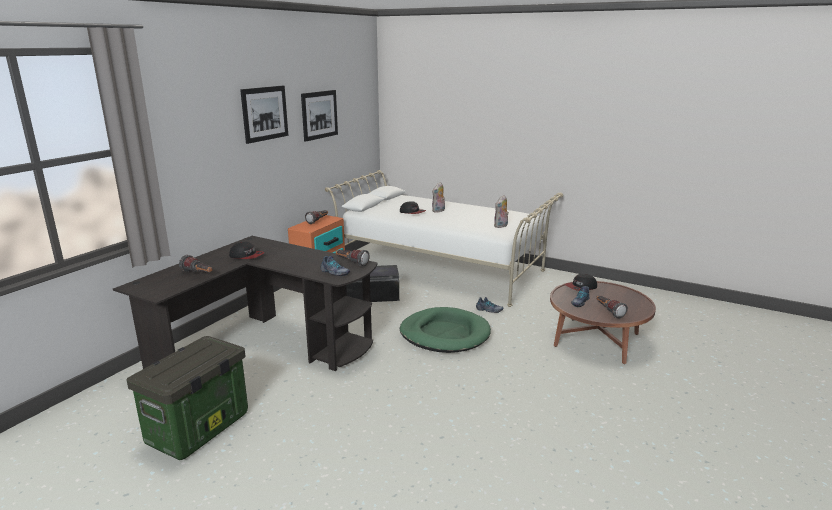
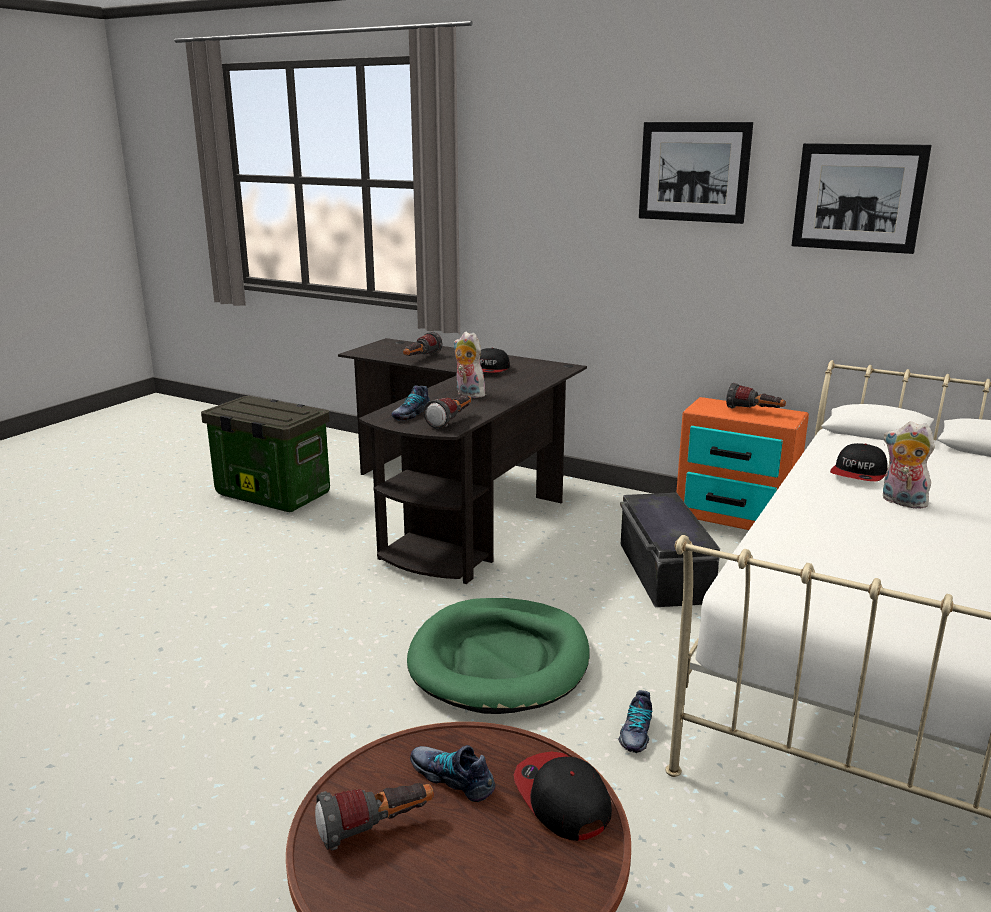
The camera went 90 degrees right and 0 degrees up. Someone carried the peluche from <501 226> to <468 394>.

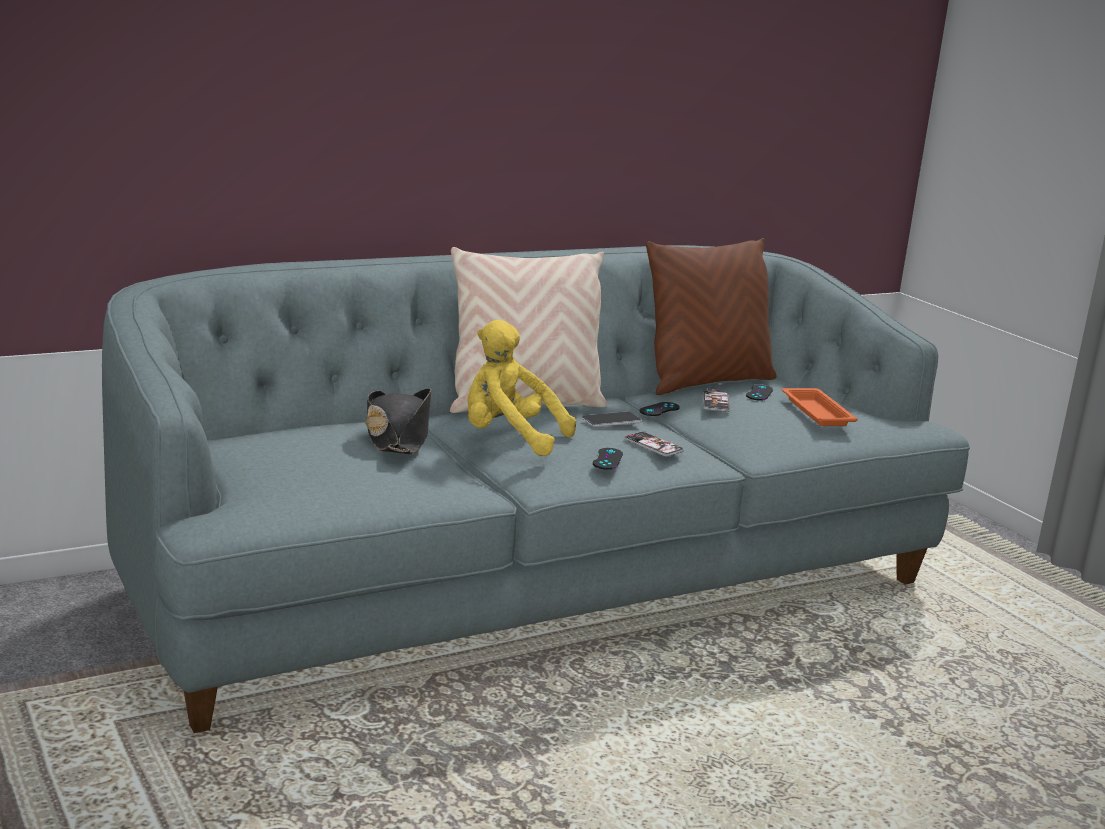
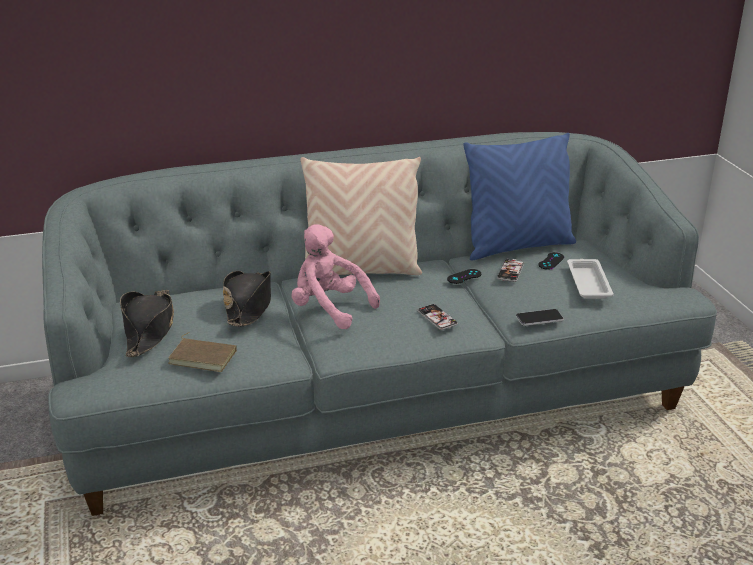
The camera went 15 degrees right and 10 degrees up. Someone put down the chapeau [noir] at <149 330>. Someone put down the livre [marron] at <204 356>. Someone repainted the peluche [jaune] at <509 438>, which became the peluche [rose] at <329 309>. Someone repainted the coussin [marron] at <706 382>, which became the coussin [bleu] at <517 246>. Someone carried the téléphone from <611 421> to <539 318>. Someone repainted the plateau [orange] at <816 412>, which became the plateau [blanc] at <588 282>. Someone took away the manette [noir] at <607 459>.

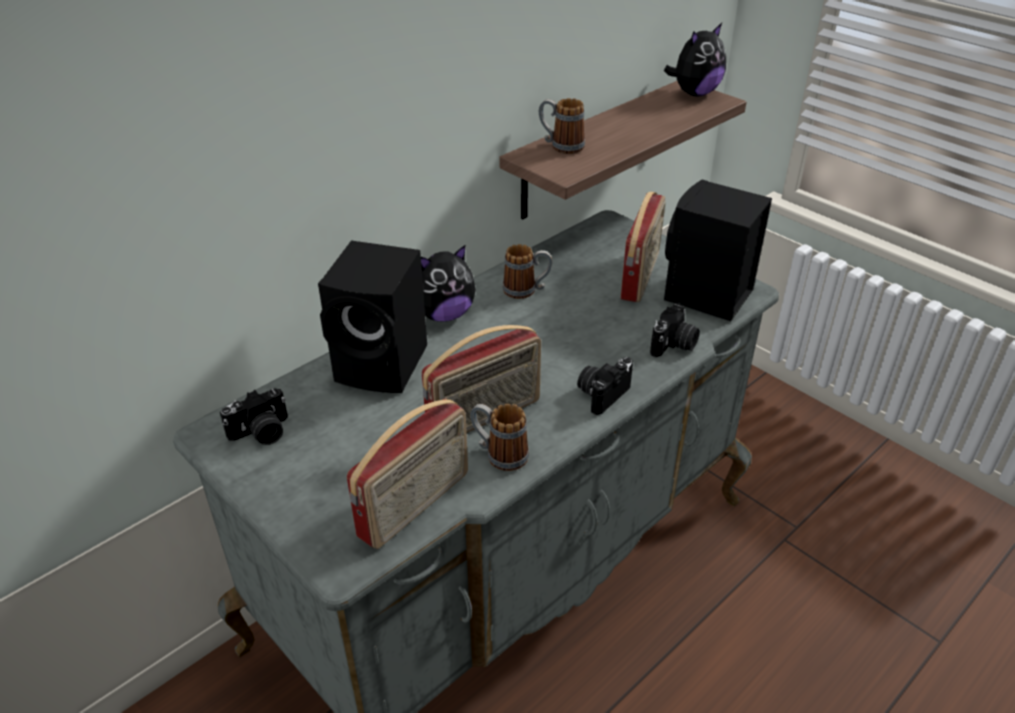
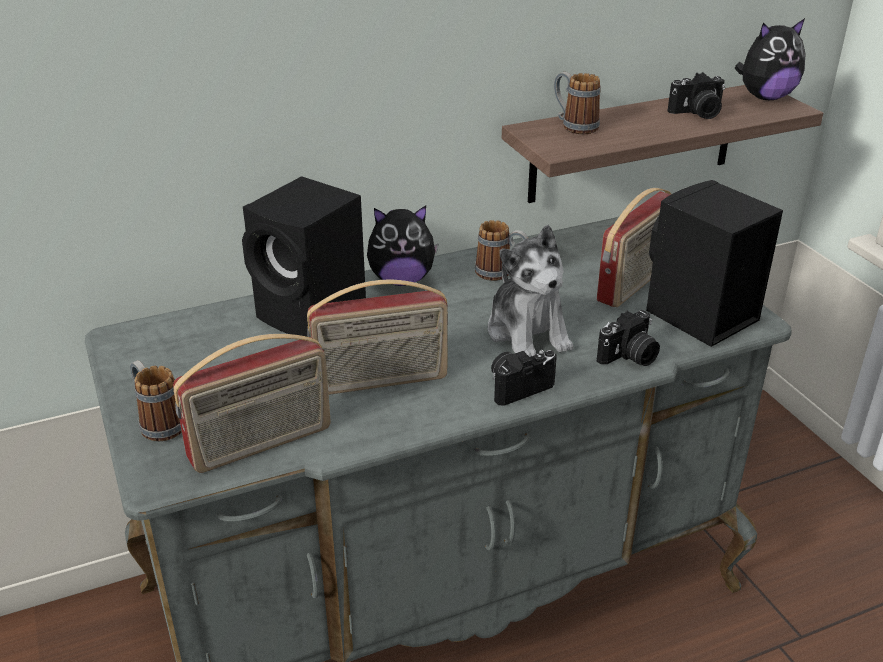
The camera went 20 degrees right and 5 degrees down. Someone carried the mug from <499 454> to <158 423>. Someone put down the peluche at <528 333>. Someone carried the appareil photo from <261 433> to <697 113>.

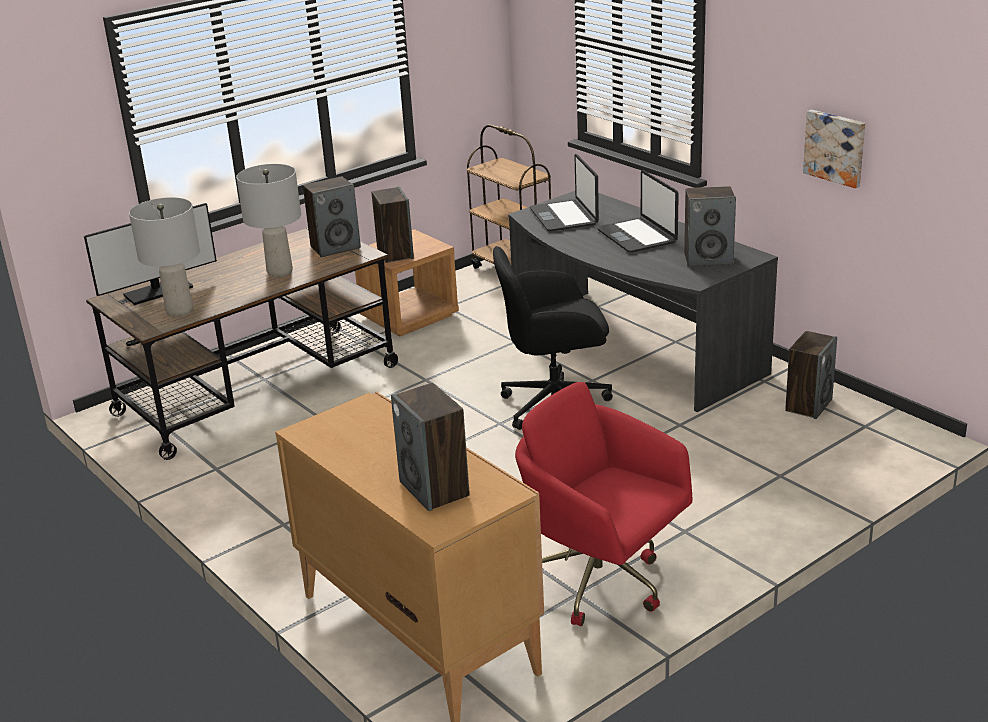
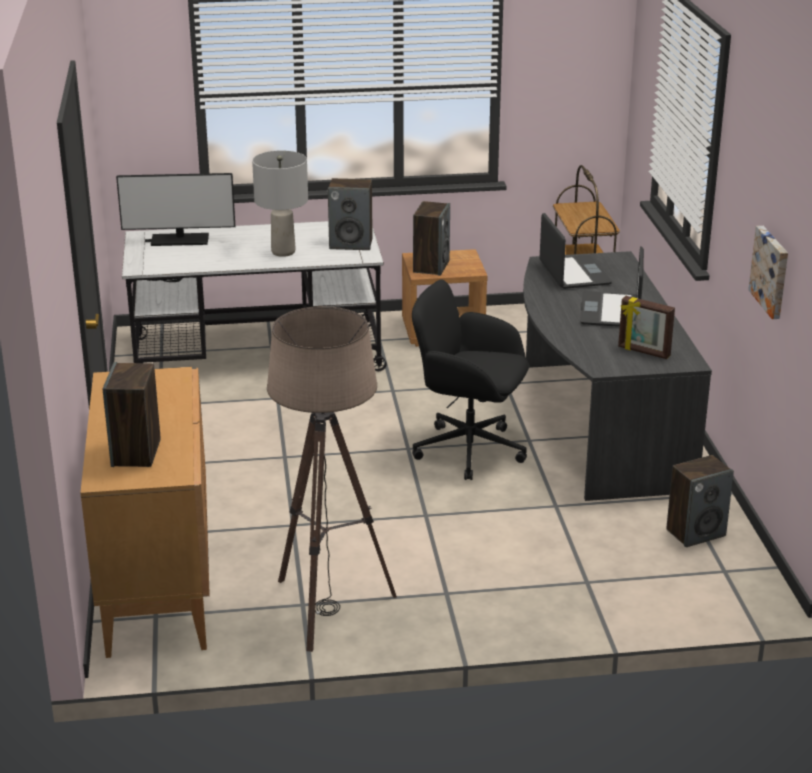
The camera went 30 degrees right and 0 degrees up. Someone repainted the bureau [marron] at <257 390>, which became the bureau [blanc] at <256 354>. Someone swapped the chaise de bureau [rouge] at <604 587> for the lampadaire at <329 608>. Someone rotated the ordinateur portable at <564 217> by 150 degrees clockwise. Someone swapped the enceinte at <708 259> for the cadre photo at <643 352>. Someone took away the lampe de table [gris] at <180 311>.

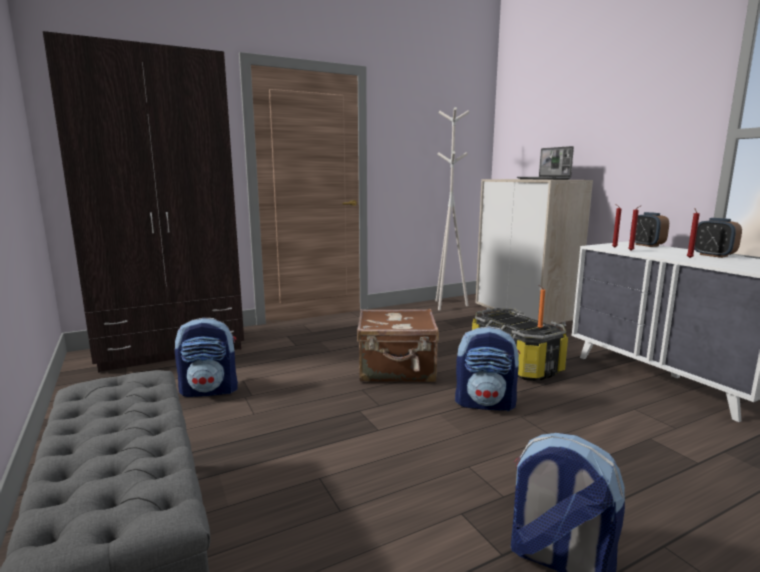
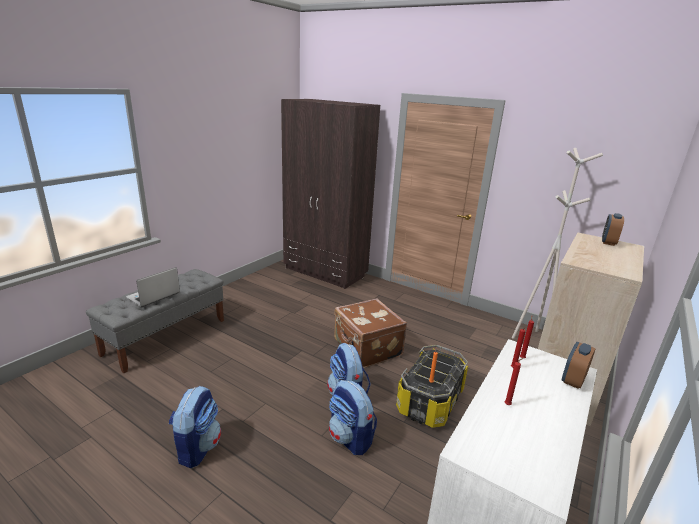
The camera went 60 degrees right and 10 degrees up. Someone carried the ordinateur portable from <544 179> to <153 296>. Someone carried the sac à dos from <210 390> to <350 438>. Someone carried the réveil from <713 255> to <608 242>.

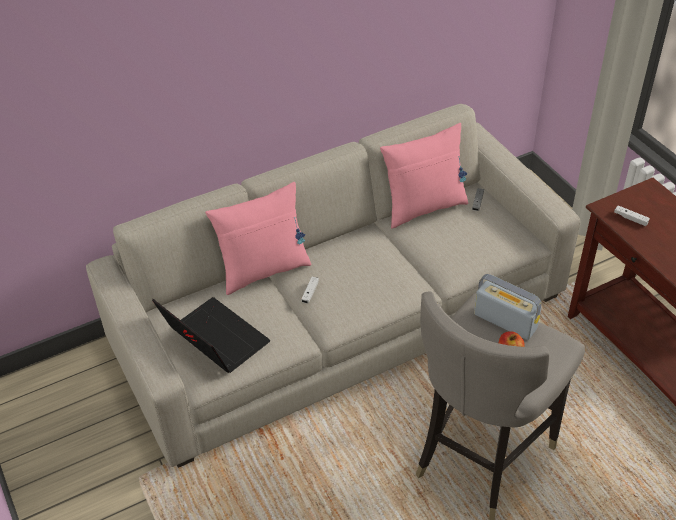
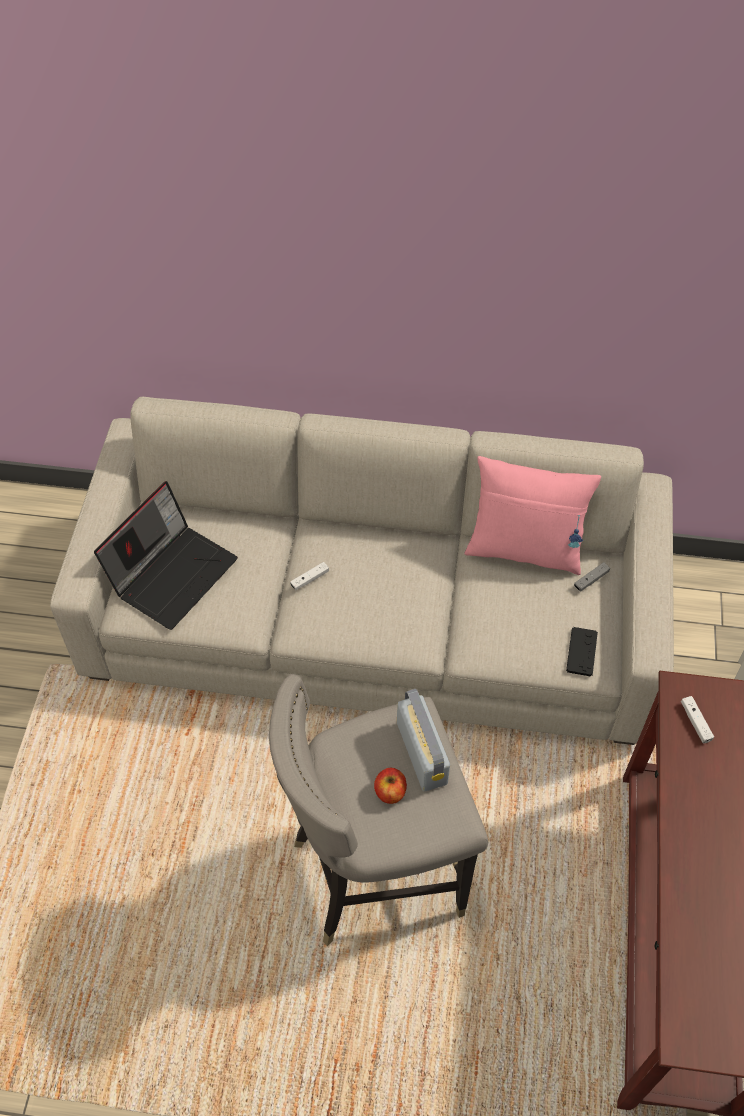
The camera went 35 degrees right and 10 degrees up. Someone rotated the ordinateur portable at <213 340> by 45 degrees clockwise. Someone put down the manette [noir] at <581 652>. Someone took away the coussin [rose] at <264 271>.

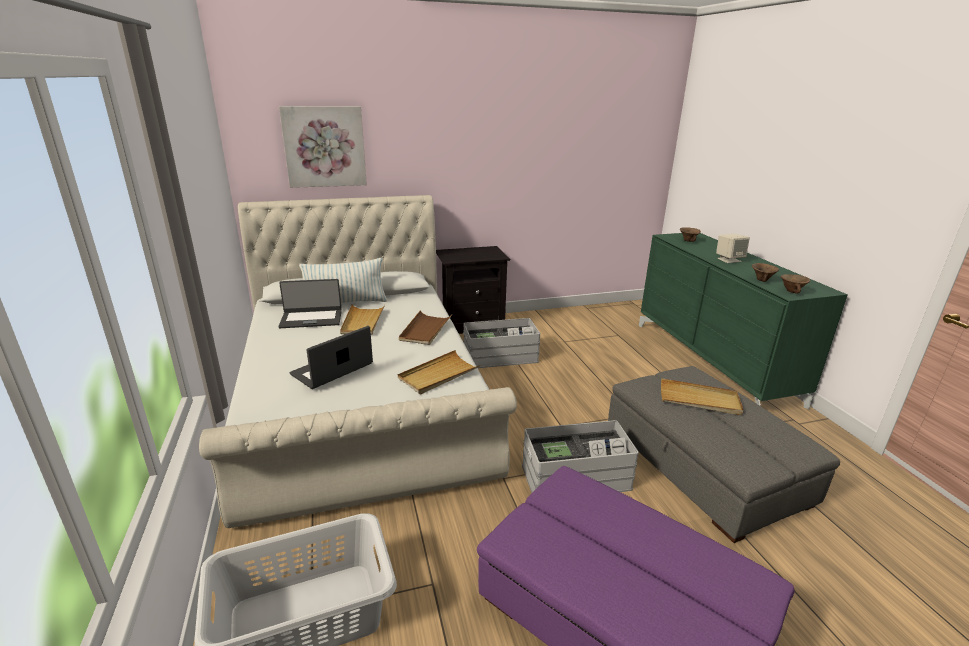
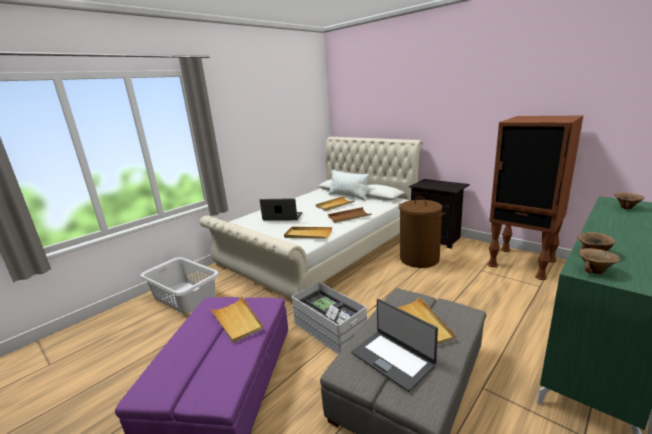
The camera went 60 degrees right and 5 degrees down. Someone put down the plateau [beige] at <237 321>. Someone carried the ordinateur portable from <311 319> to <393 358>. Someone swapped the boîte de rangement [gris] at <500 356> for the panier à linge [marron] at <419 259>. Someone put down the meuble de rangement [marron] at <522 263>. Someone took away the tableau at <324 146>. Someone took away the enceinte [beige] at <729 260>.

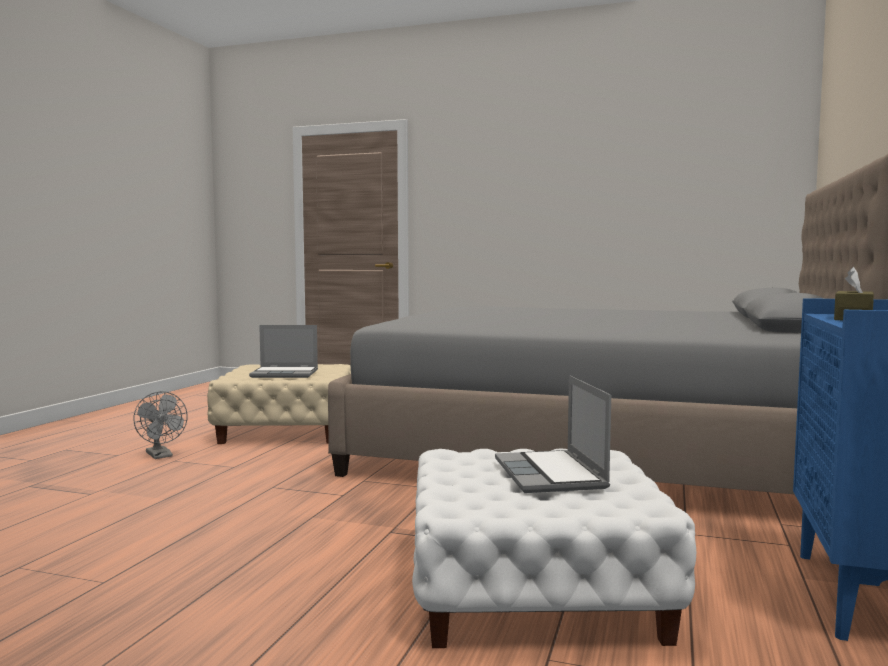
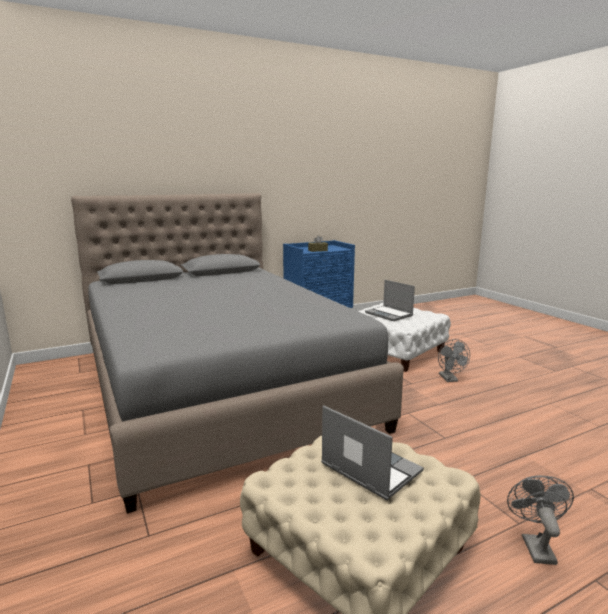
The camera went 135 degrees left and 10 degrees up. Someone rotated the ordinateur portable at <551 475> by 105 degrees clockwise. Someone put down the ventilateur [gris] at <450 379>.

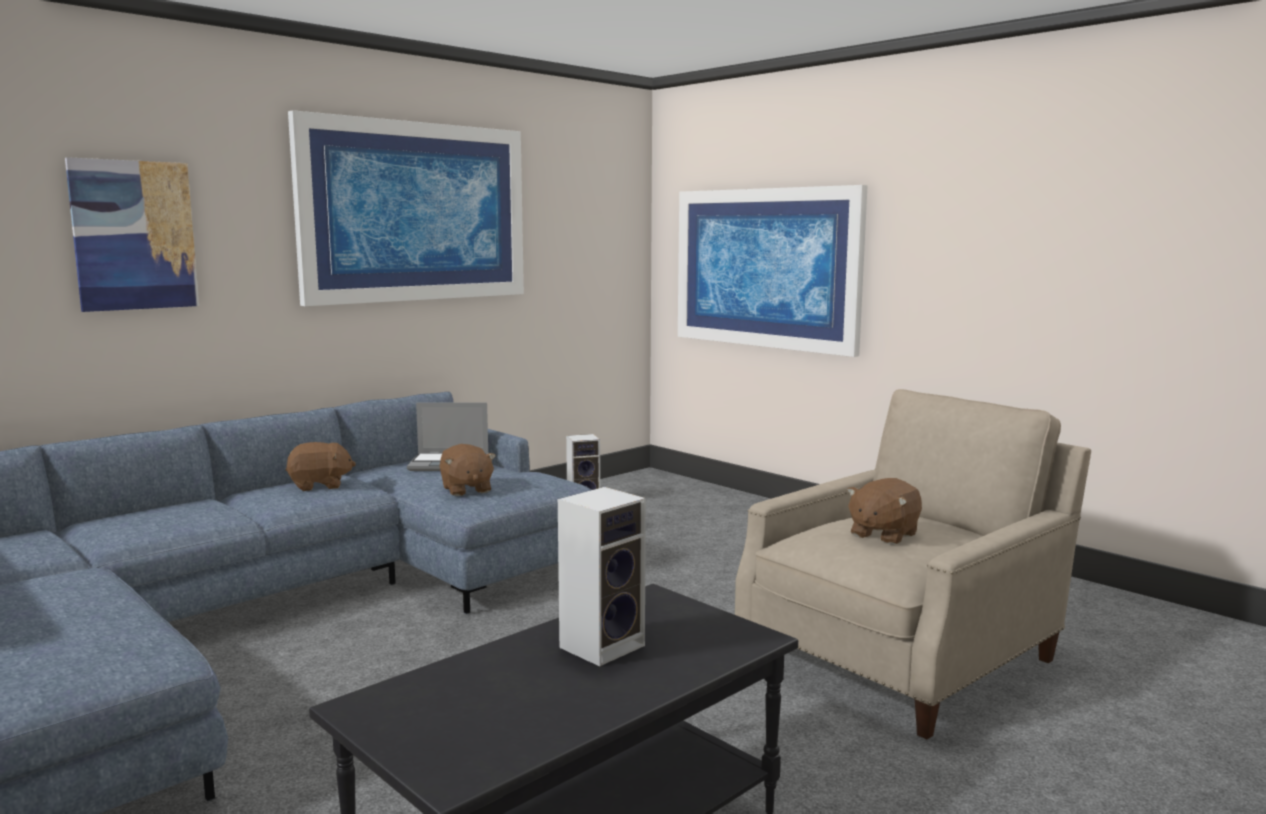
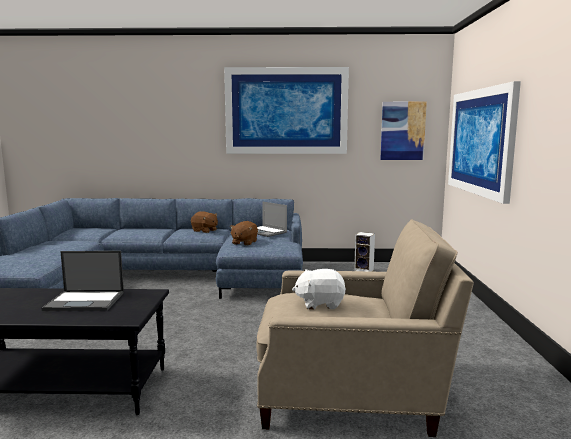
The camera went 45 degrees right and 0 degrees up. Someone swapped the enceinte at <603 645> for the ordinateur portable at <86 301>. Someone repainted the peluche [marron] at <883 534>, which became the peluche [blanc] at <320 304>. Someone carried the tableau from <134 235> to <402 131>.

